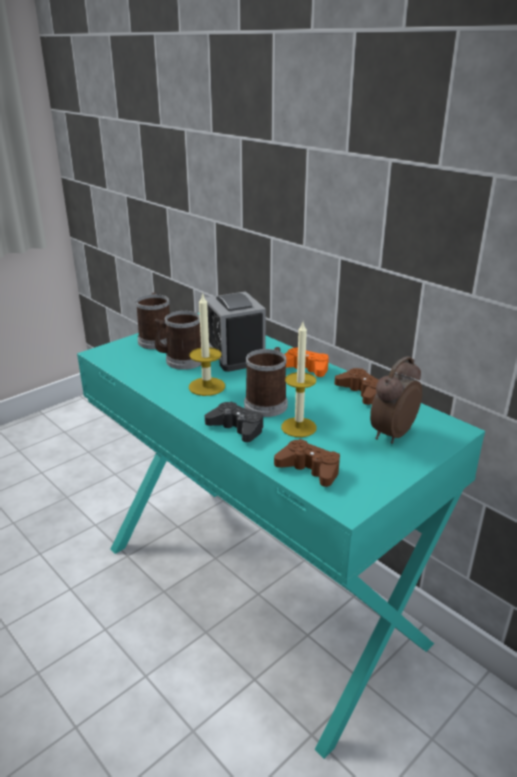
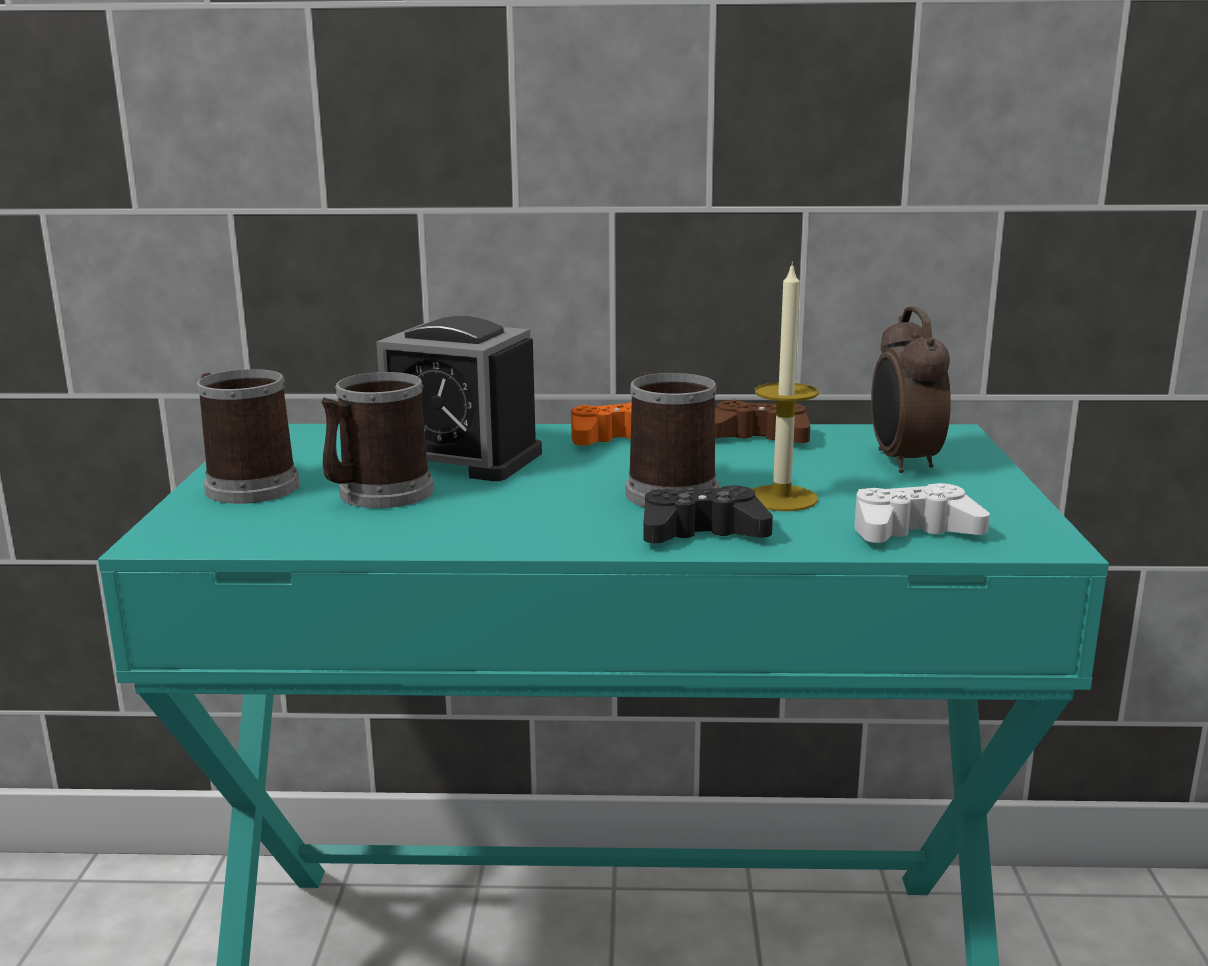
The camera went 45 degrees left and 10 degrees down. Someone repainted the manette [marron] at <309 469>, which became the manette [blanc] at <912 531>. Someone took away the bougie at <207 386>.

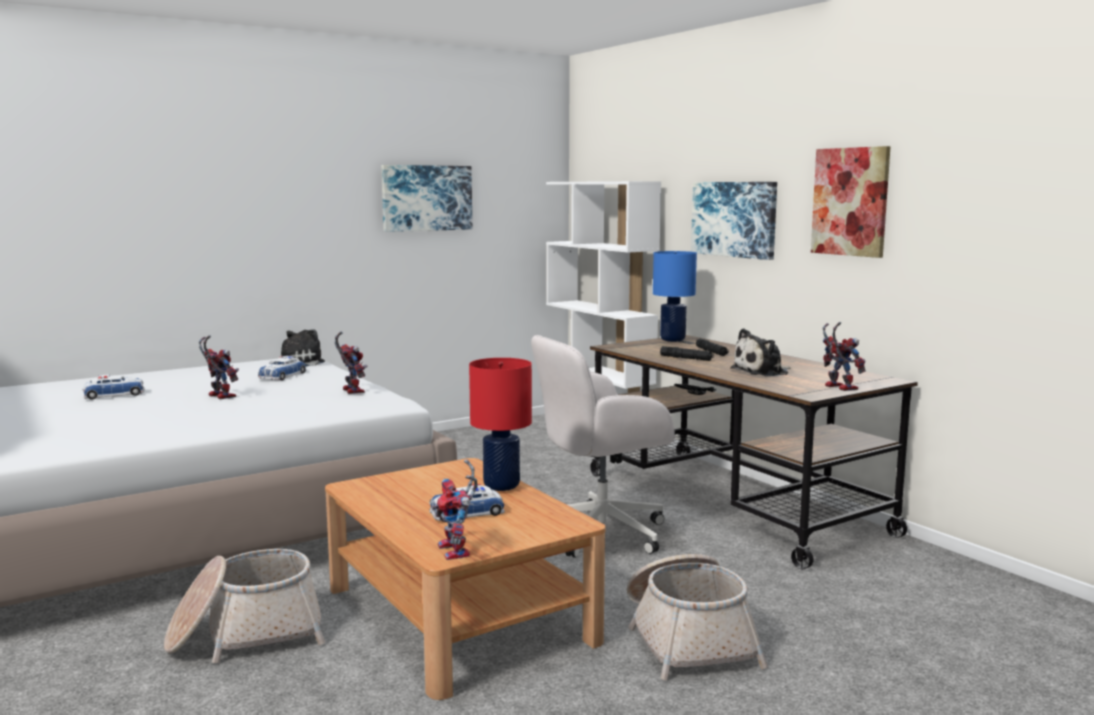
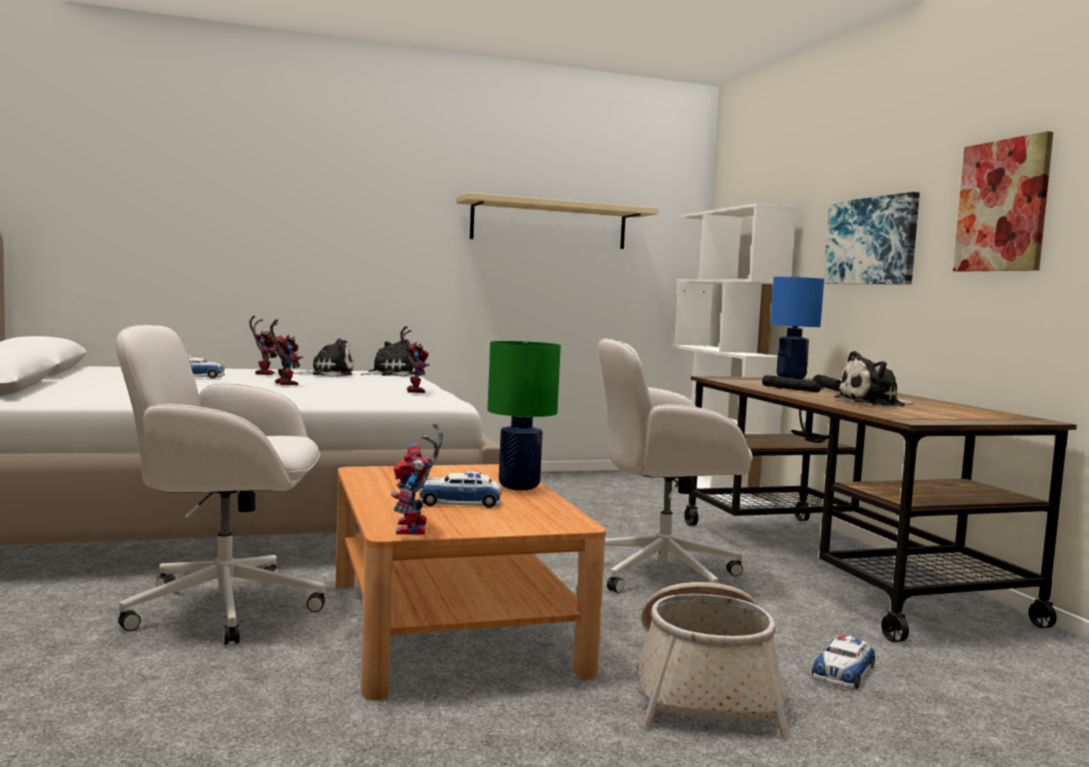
The camera went 15 degrees right and 5 degrees down. Someone swapped the panier at <246 634> for the chaise de bureau [blanc] at <224 608>. Someone carried the robot jouet from <837 387> to <263 373>. Someone put down the peluche at <329 374>. Someone swapped the tableau at <426 198> for the étagère [beige] at <549 224>. Someone repainted the lampe de table [rouge] at <502 488>, which became the lampe de table [vert] at <519 488>. Someone carried the petite voiture from <282 376> to <843 672>.

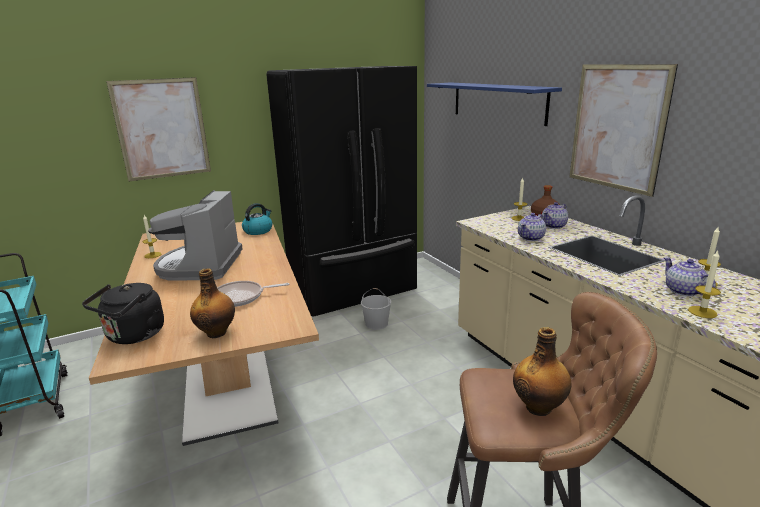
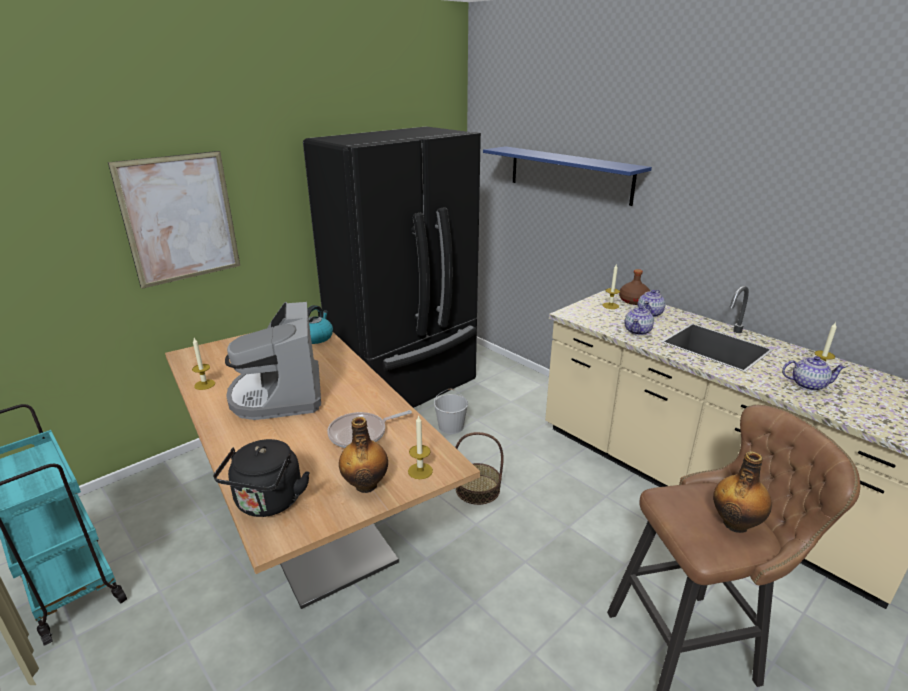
The camera went 15 degrees left and 5 degrees up. Someone carried the bougie from <702 312> to <420 471>. Someone put down the panier at <477 489>. Someone rotated the théière at <683 291> by 135 degrees clockwise. Someone took away the tableau at <617 127>.

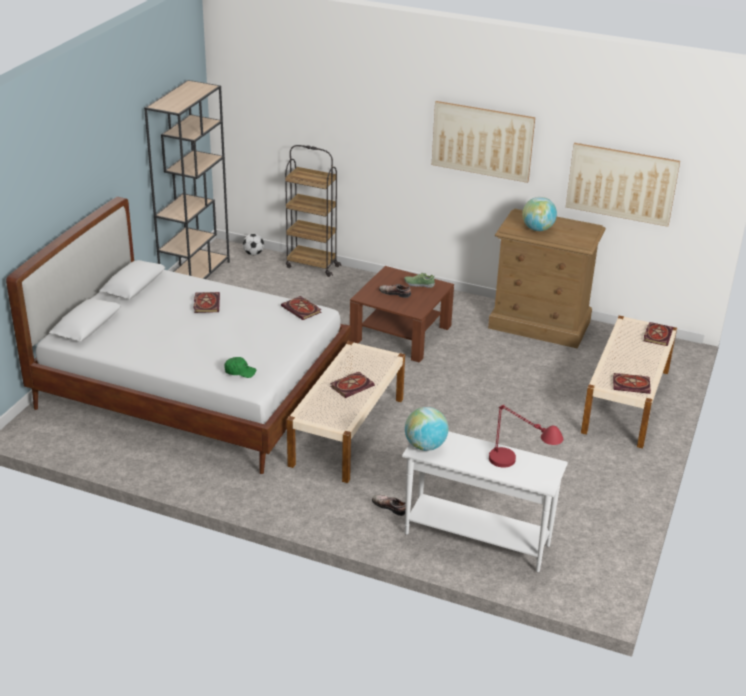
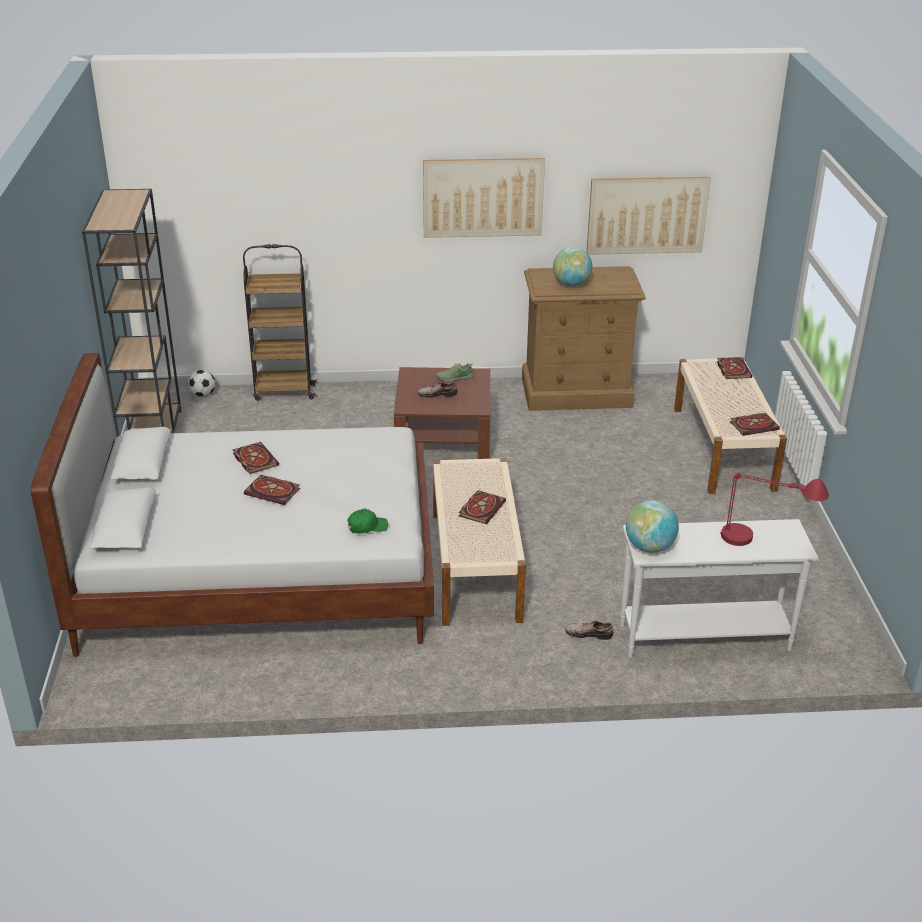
The camera went 25 degrees left and 0 degrees up. Someone carried the livre from <302 310> to <274 492>.

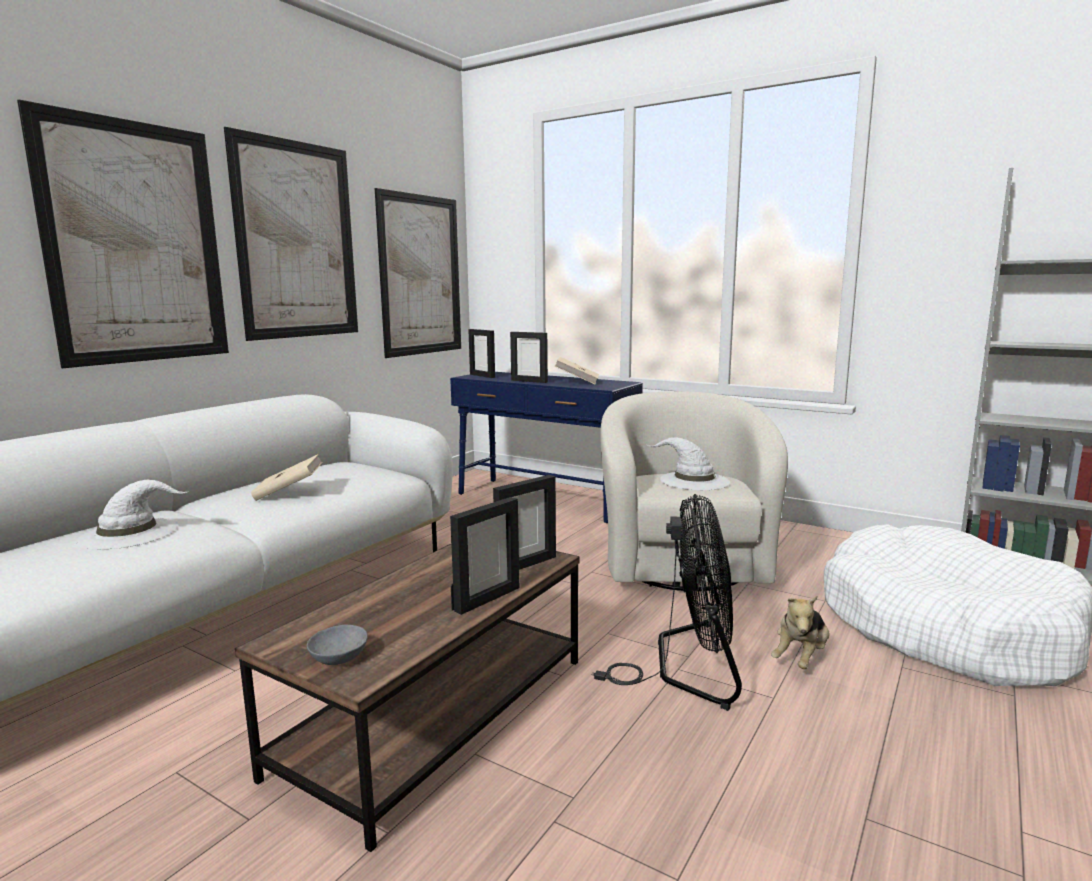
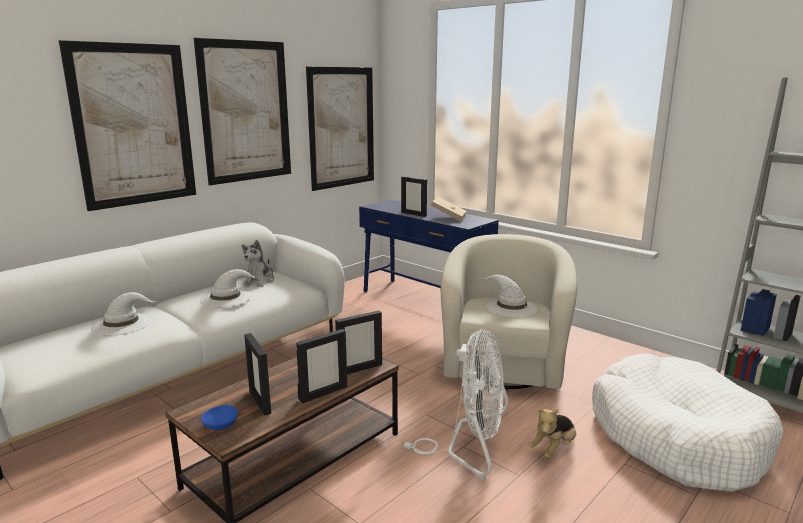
The camera went 10 degrees right and 5 degrees up. Someone swapped the livre [beige] at <289 493> for the chapeau [blanc] at <226 298>. Someone repainted the bol [gris] at <337 656>, which became the bol [bleu] at <220 424>. Someone put down the peluche at <260 281>. Someone carried the cadre photo from <483 376> to <261 401>. Someone repainted the ventilateur [noir] at <684 664>, which became the ventilateur [blanc] at <469 443>.

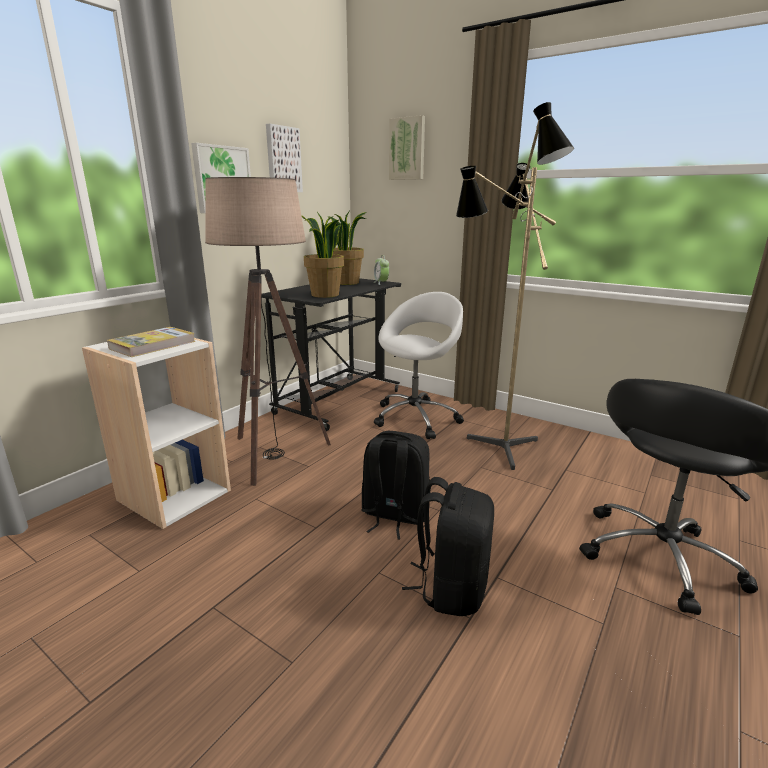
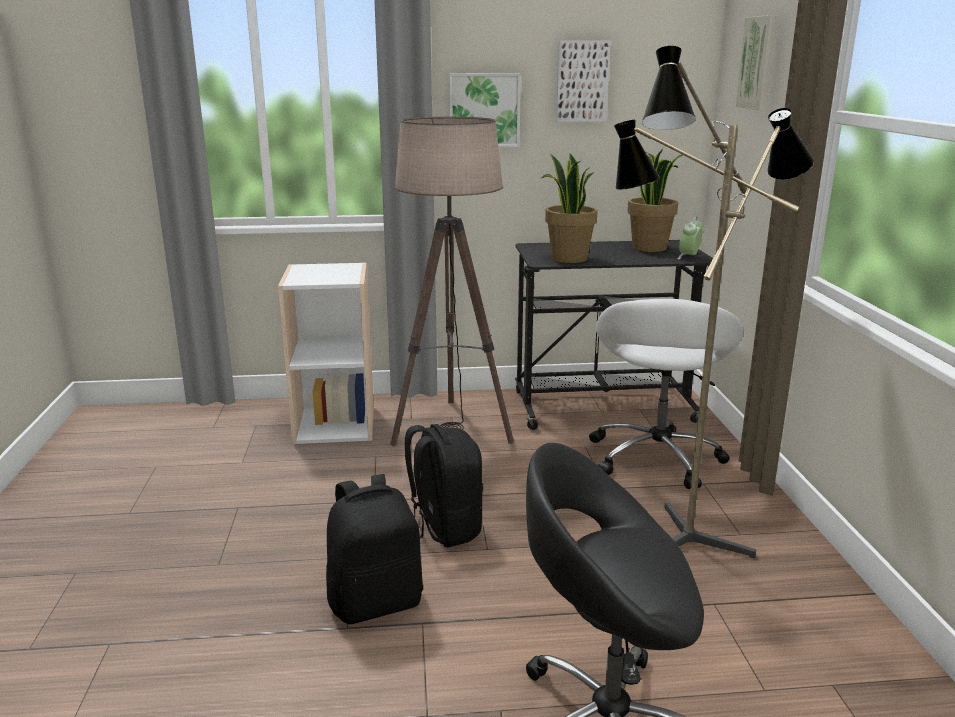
The camera went 50 degrees right and 0 degrees up. Someone rotated the chaise de bureau [blanc] at <417 417> by 90 degrees clockwise. Someone took away the livre at <153 345>.

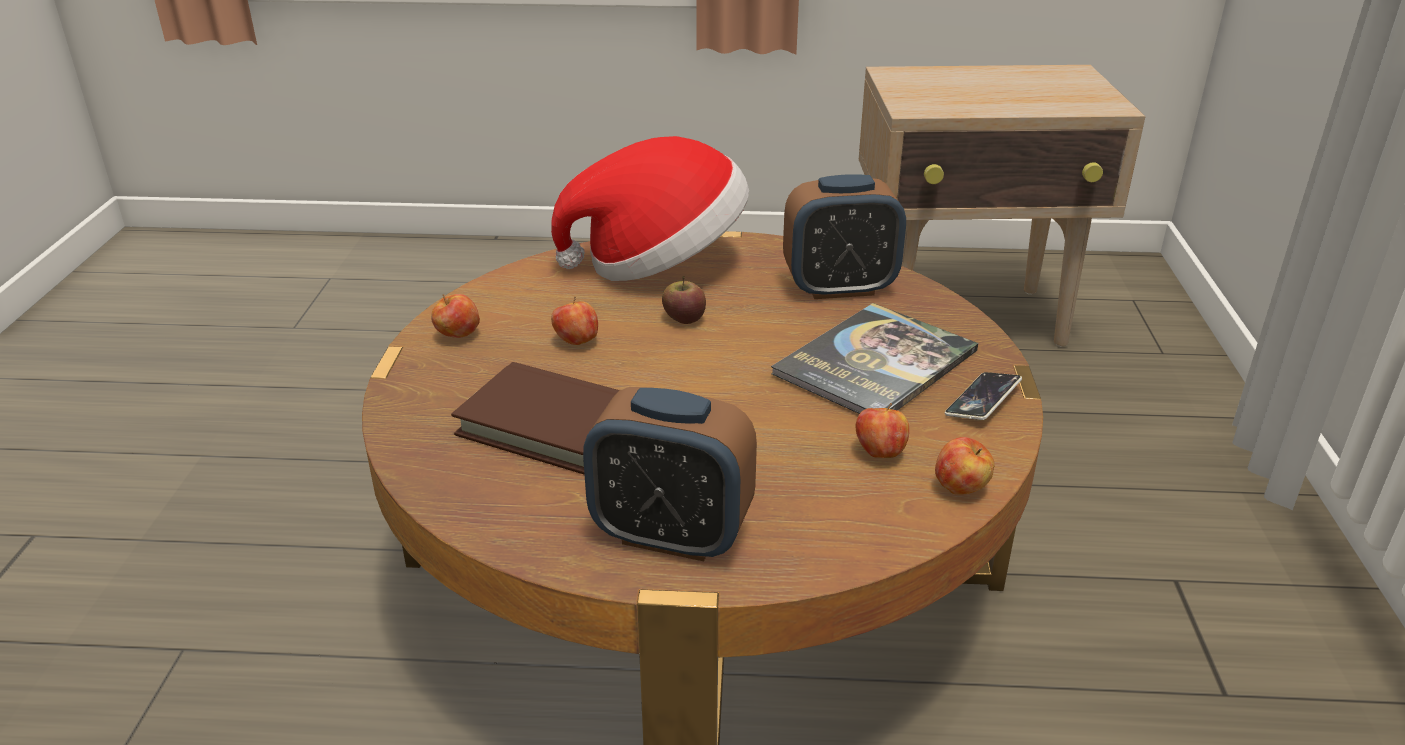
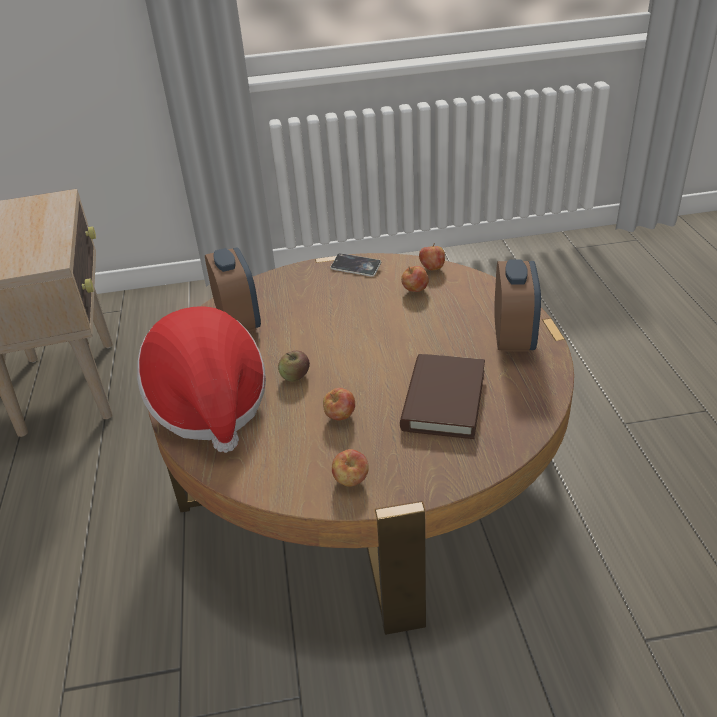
The camera went 100 degrees left and 5 degrees up. Someone took away the livre at <875 363>.

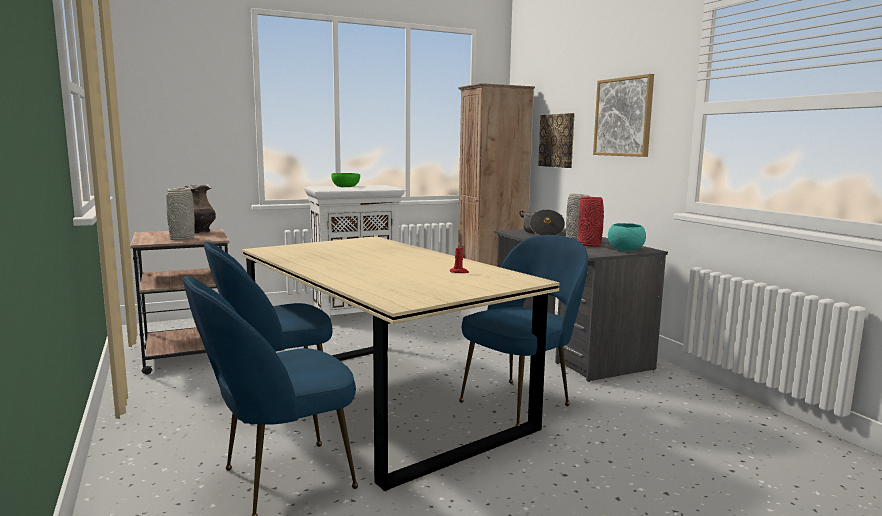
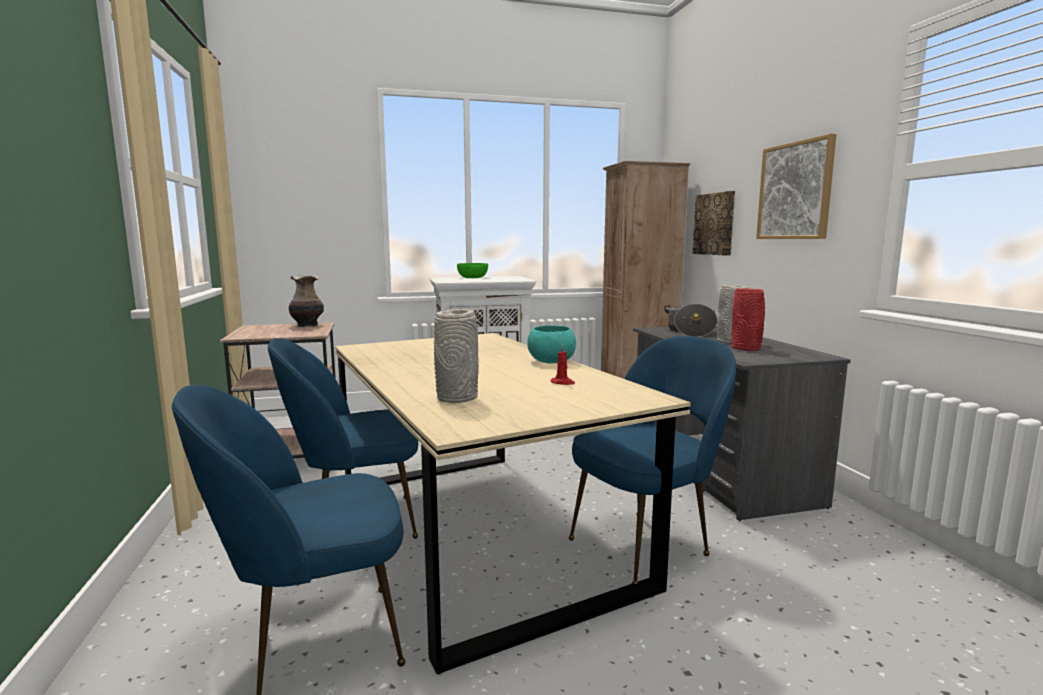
The camera went 10 degrees right and 0 degrees up. Someone carried the vase [gris] from <182 239> to <456 398>. Someone carried the bol [turquoise] from <625 250> to <551 361>.

